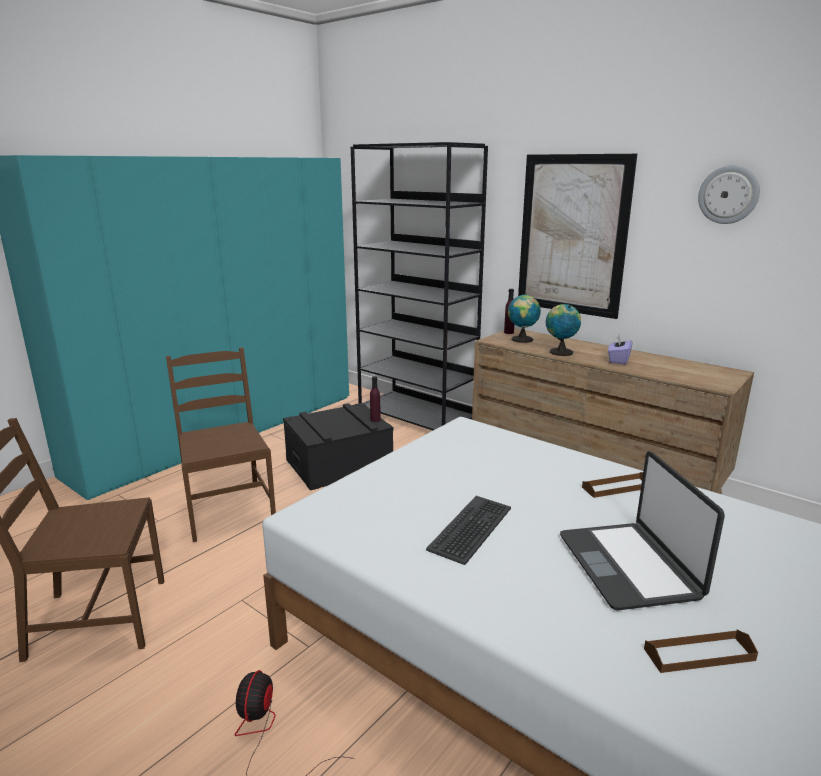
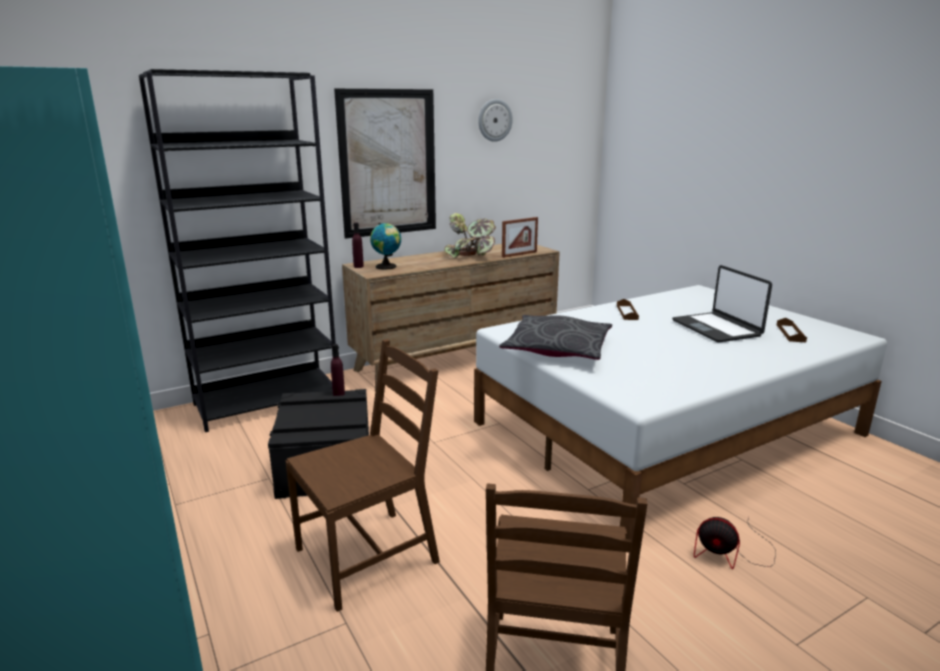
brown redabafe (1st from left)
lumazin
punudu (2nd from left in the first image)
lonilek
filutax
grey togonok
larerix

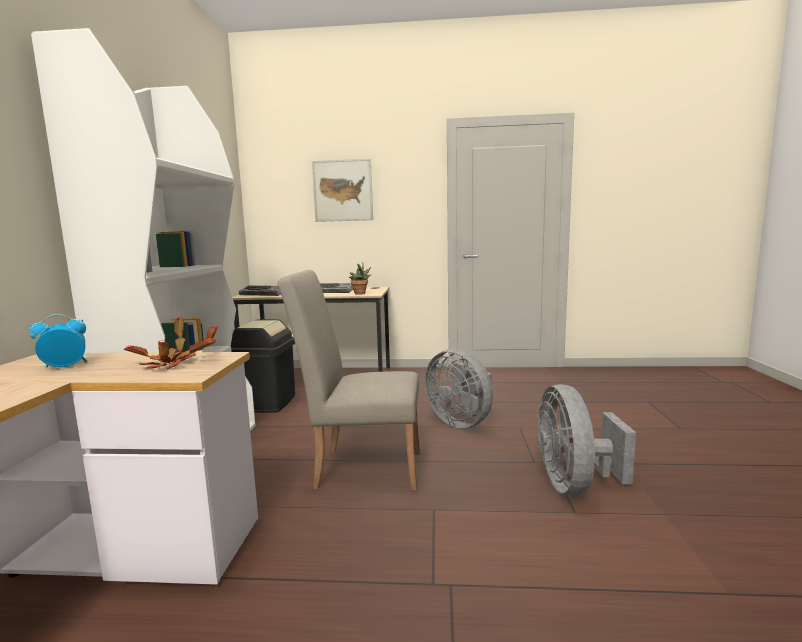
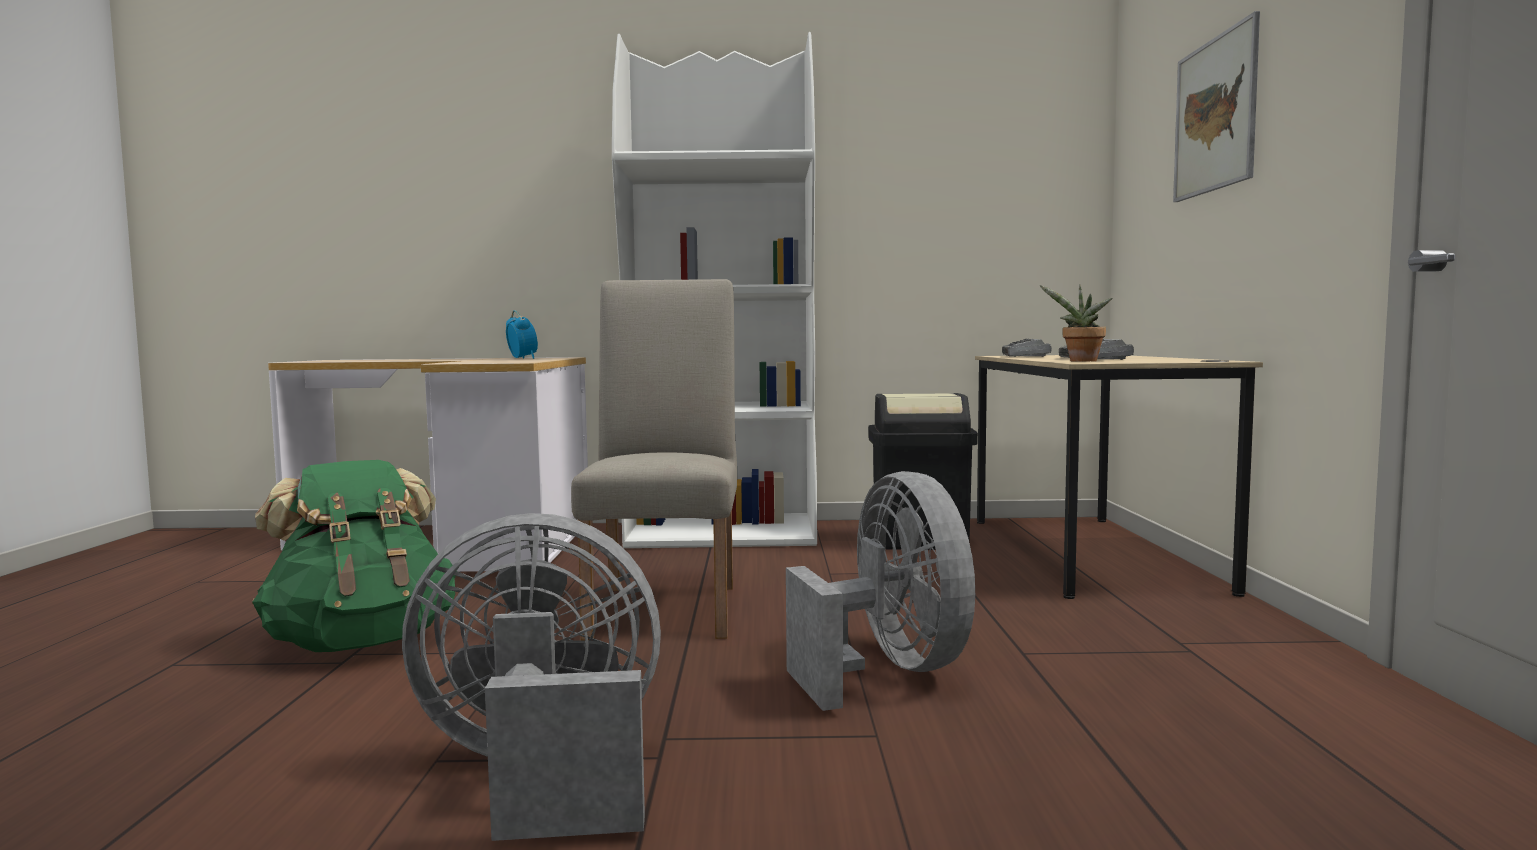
filutax (1st from left in the first image)
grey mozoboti (2nd from left)
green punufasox

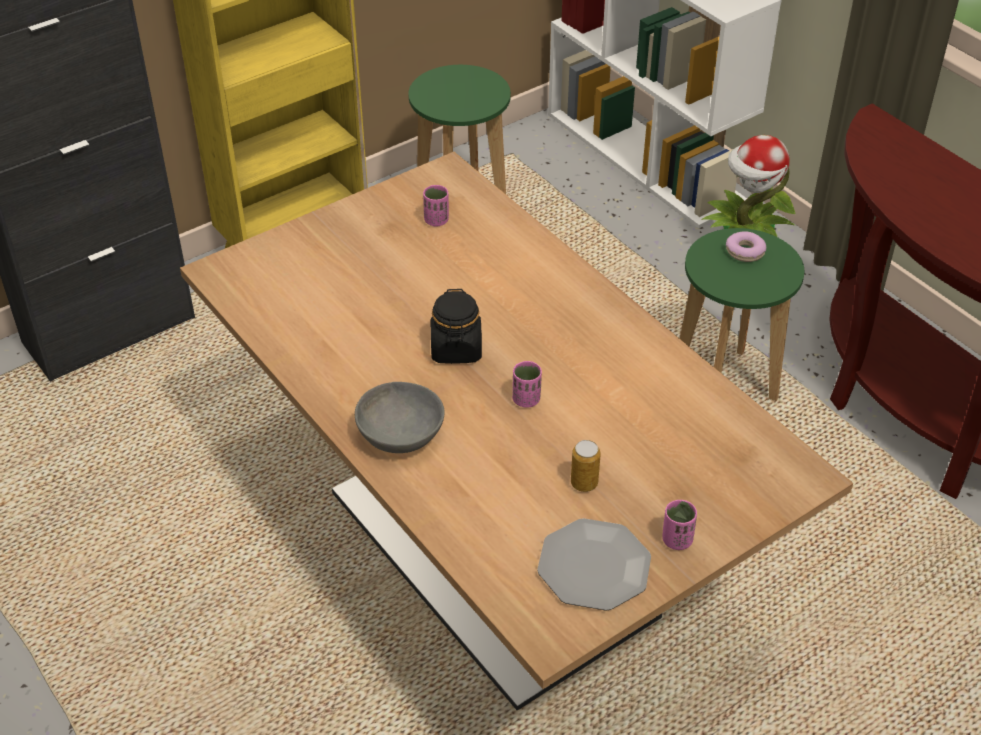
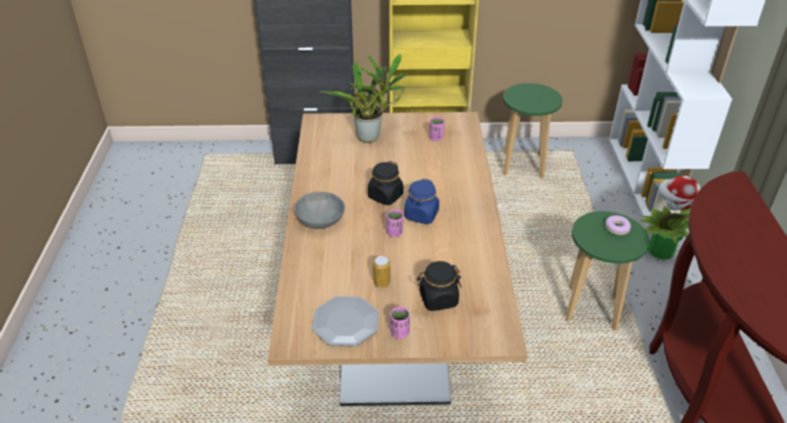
filutax (1st from left)
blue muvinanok
black muvinanok (2nd from left)

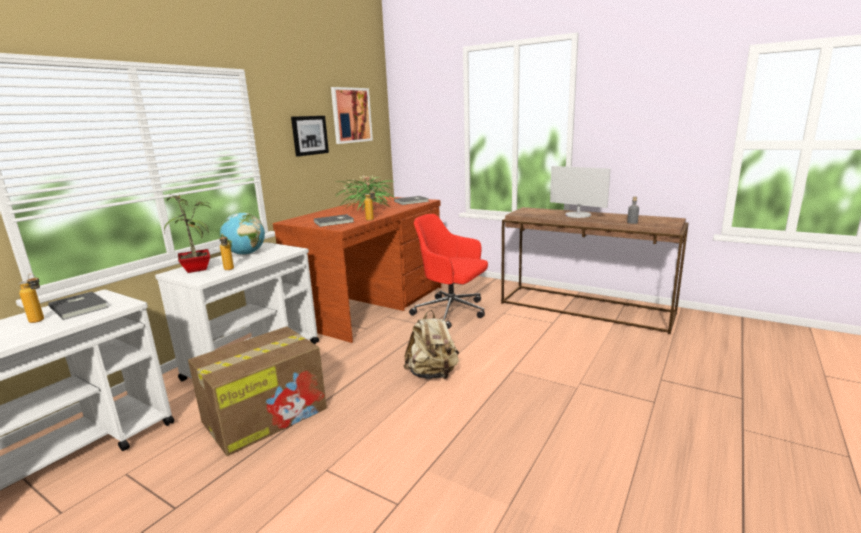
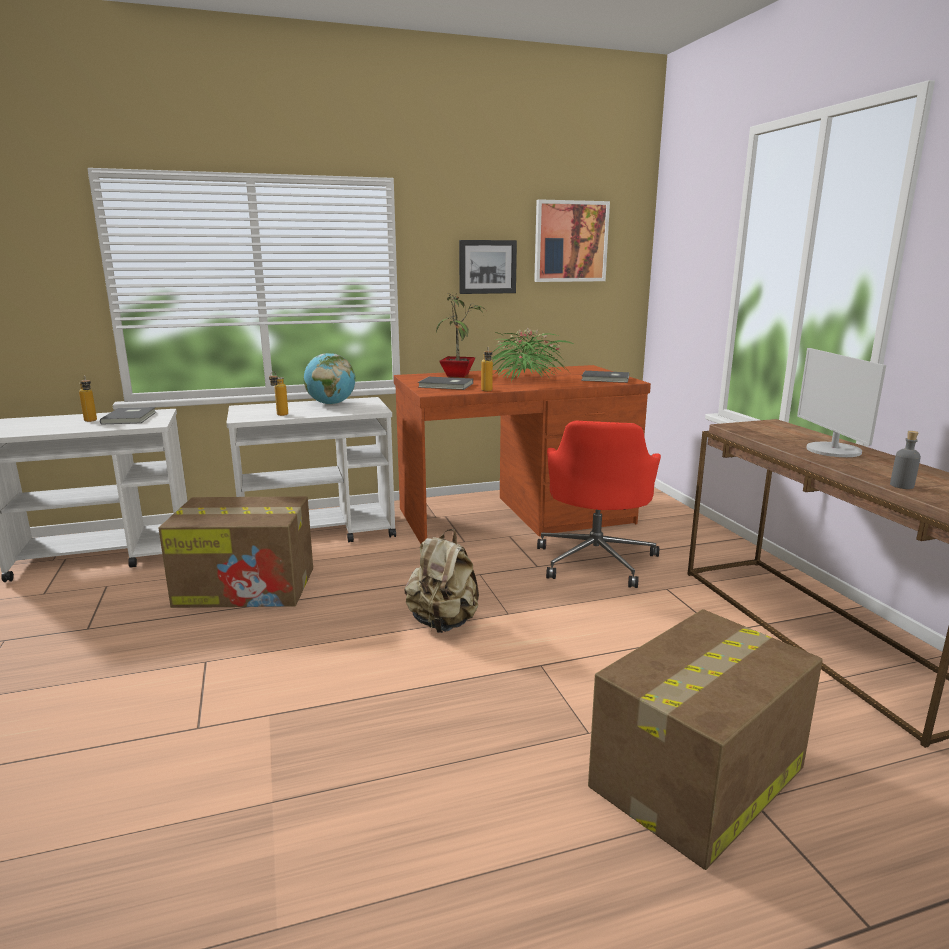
filutax (1st from left)
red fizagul
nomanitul (2nd from left)

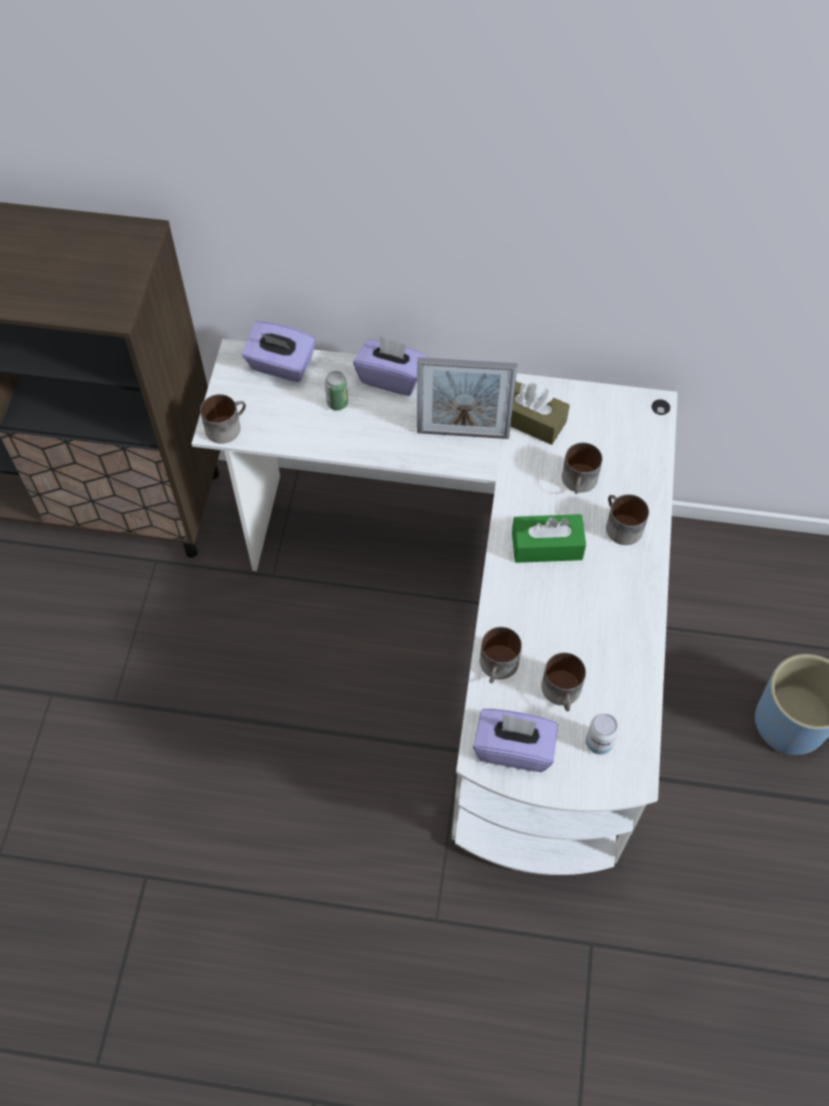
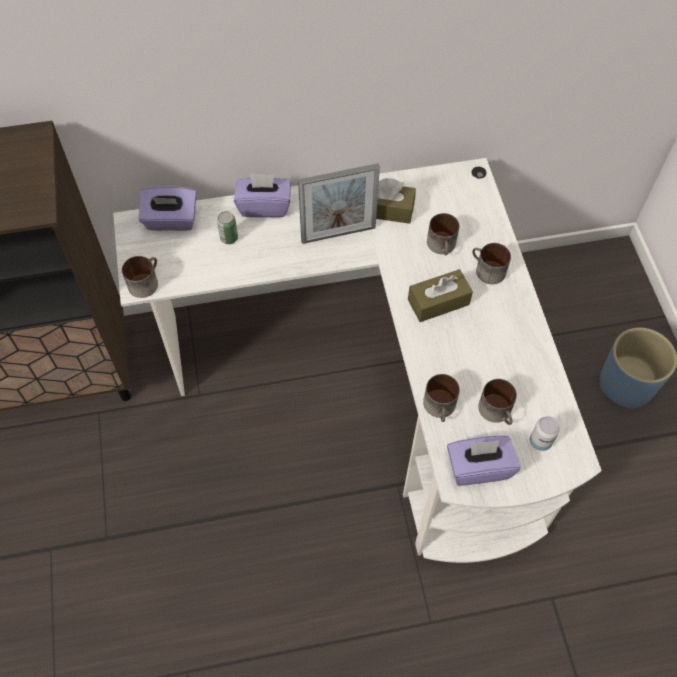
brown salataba (2nd from left)

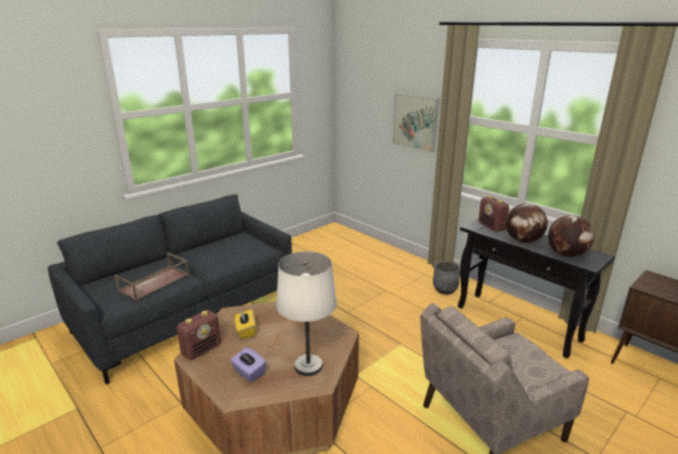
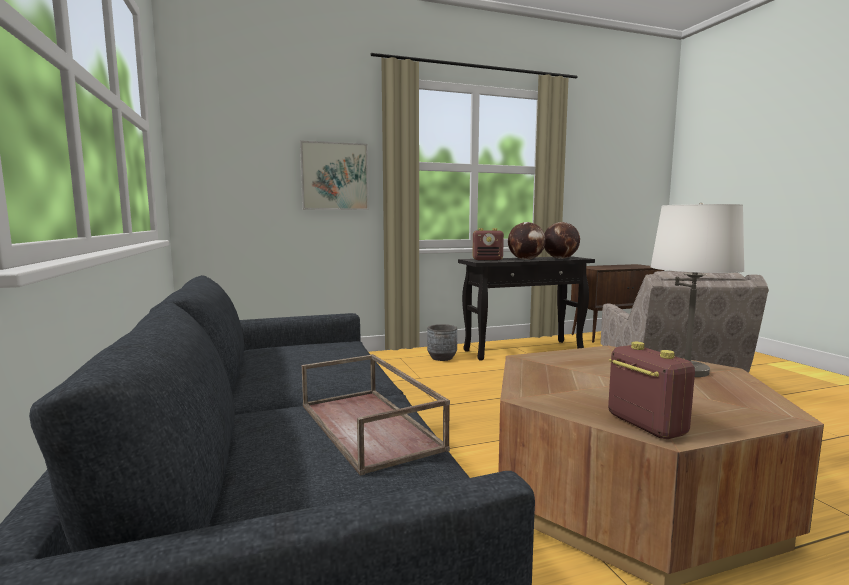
purple salataba
yellow salataba

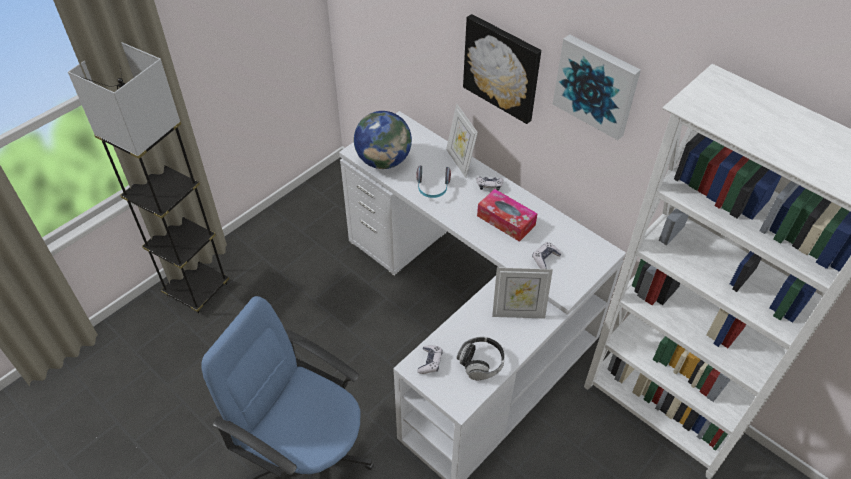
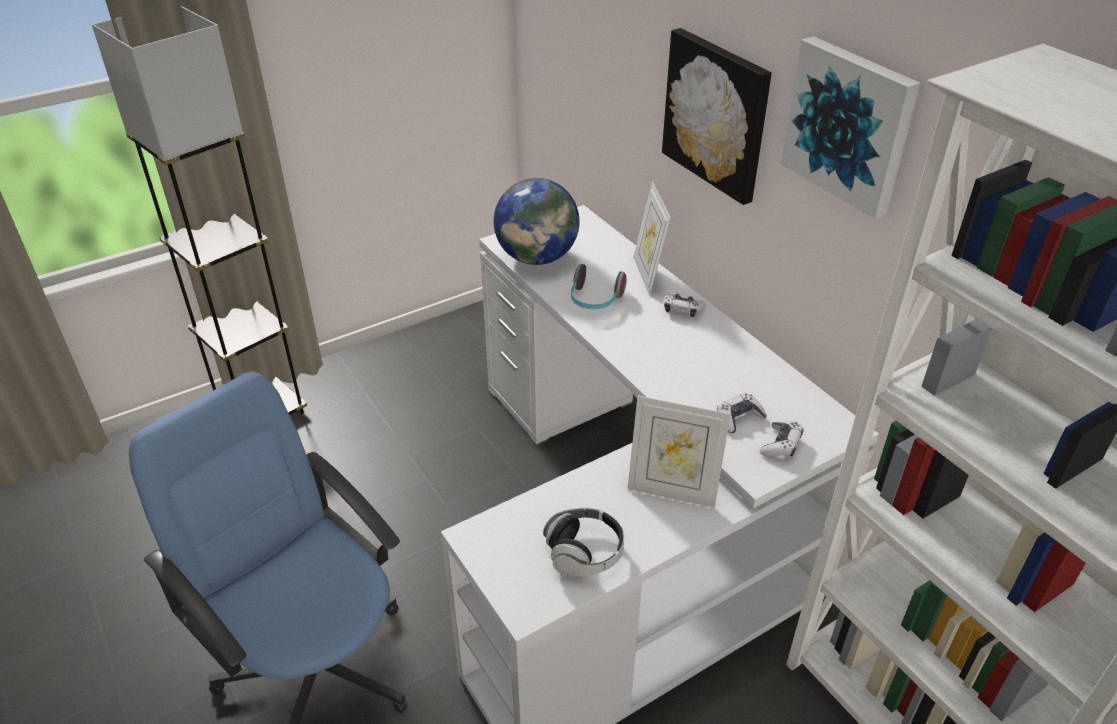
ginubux (3rd from left)
salataba

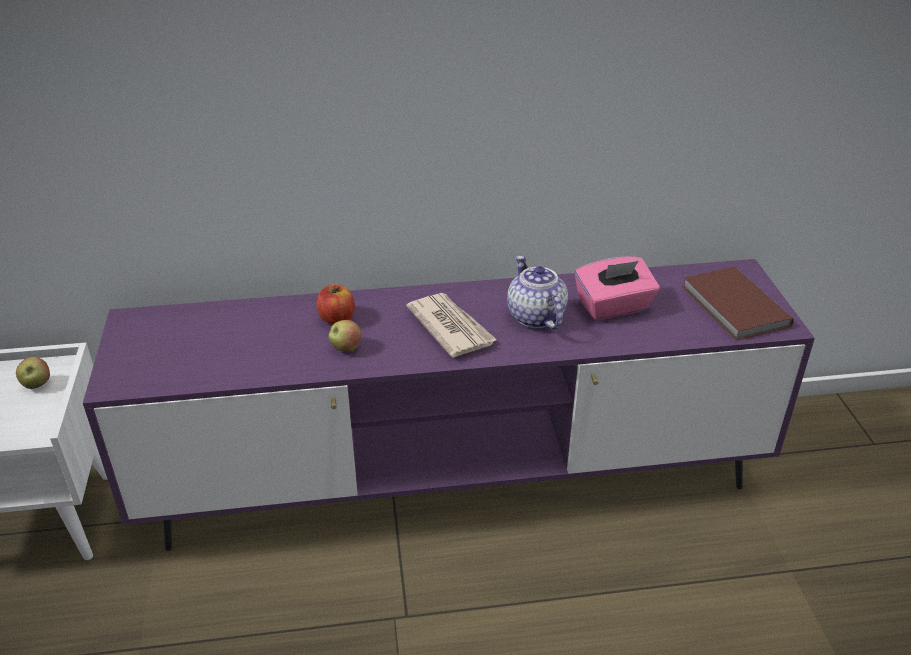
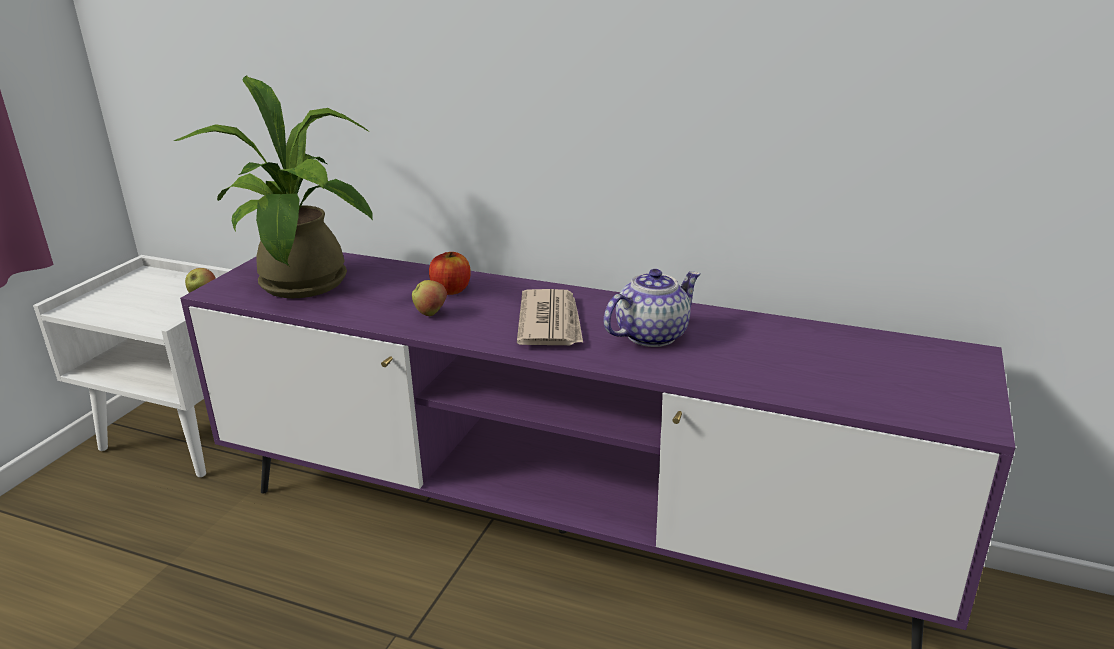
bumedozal
pink salataba
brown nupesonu
filutax

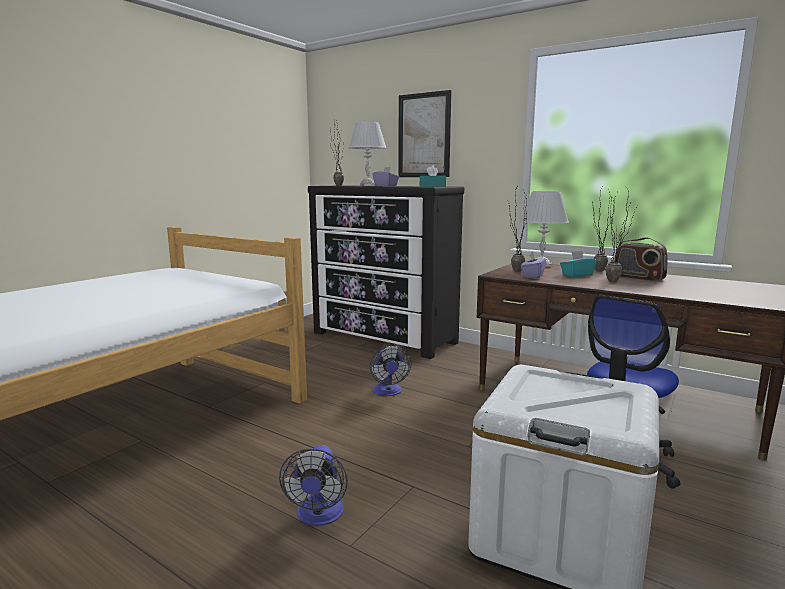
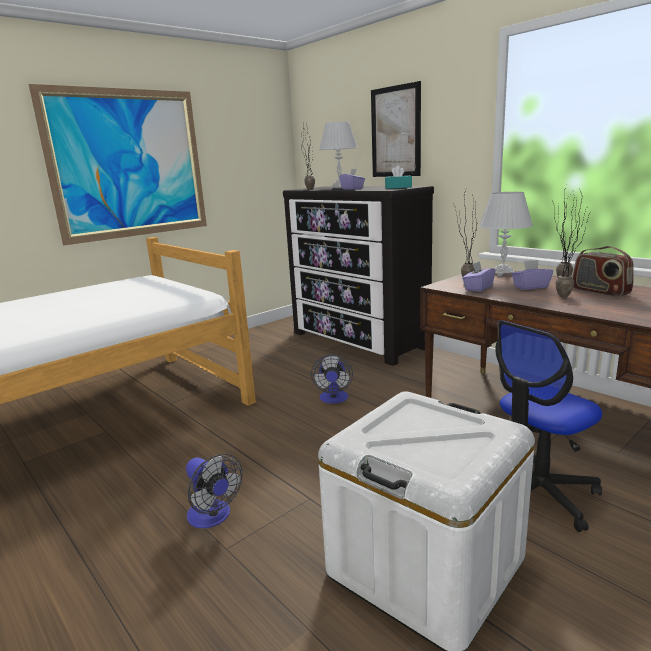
mozoboti (1st from left)
purple salataba (3rd from left)
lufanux (1st from left)

